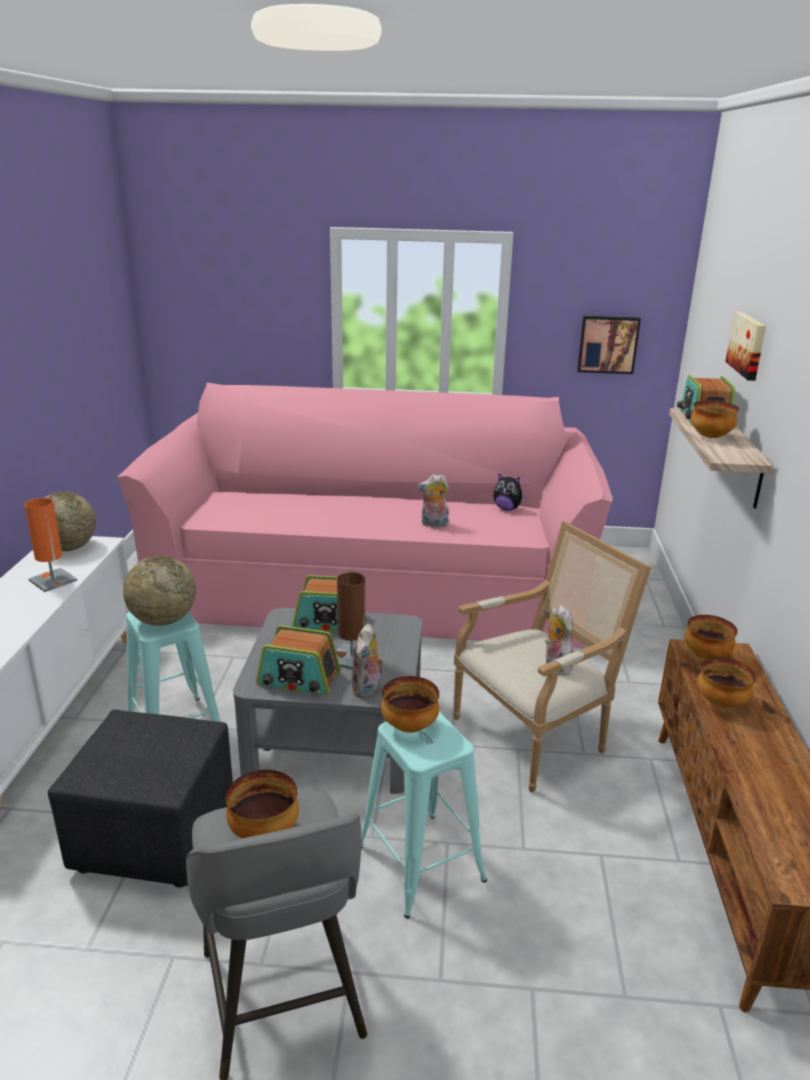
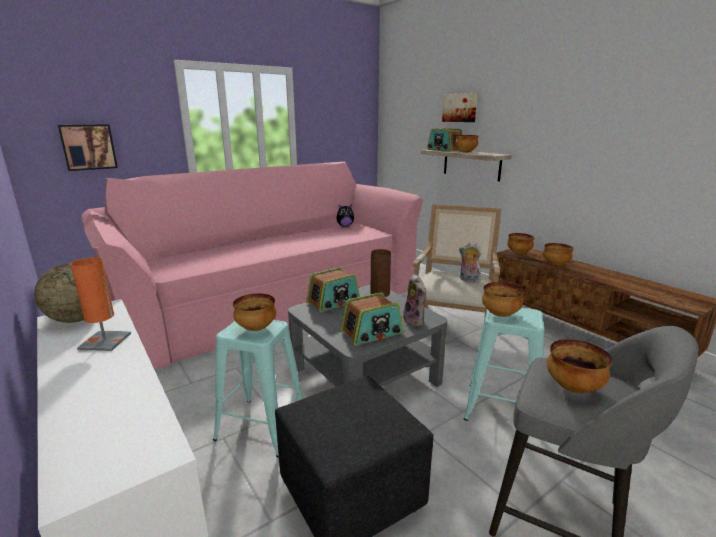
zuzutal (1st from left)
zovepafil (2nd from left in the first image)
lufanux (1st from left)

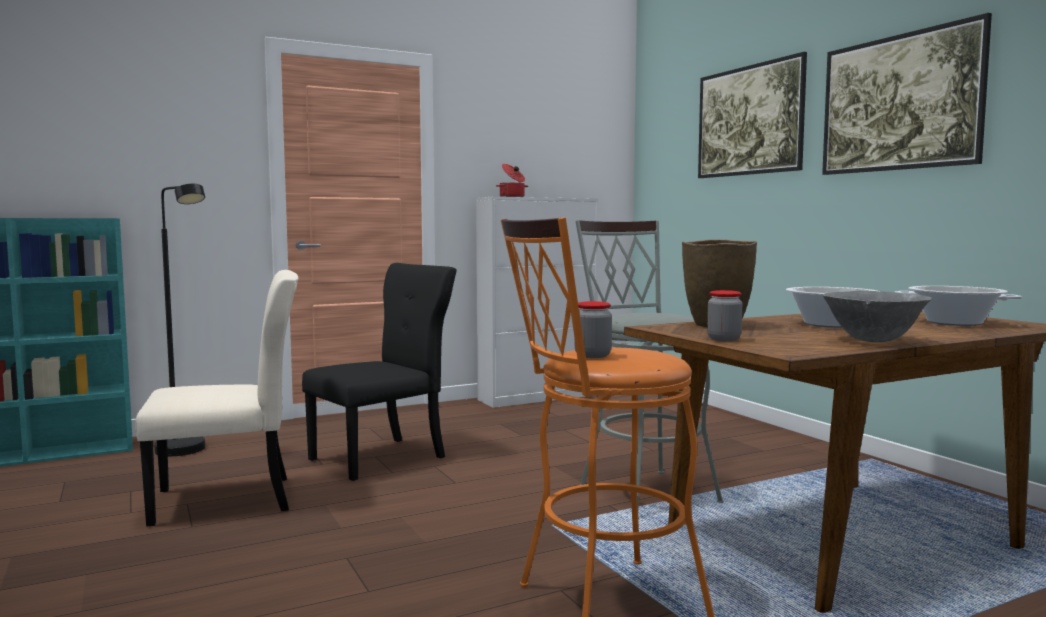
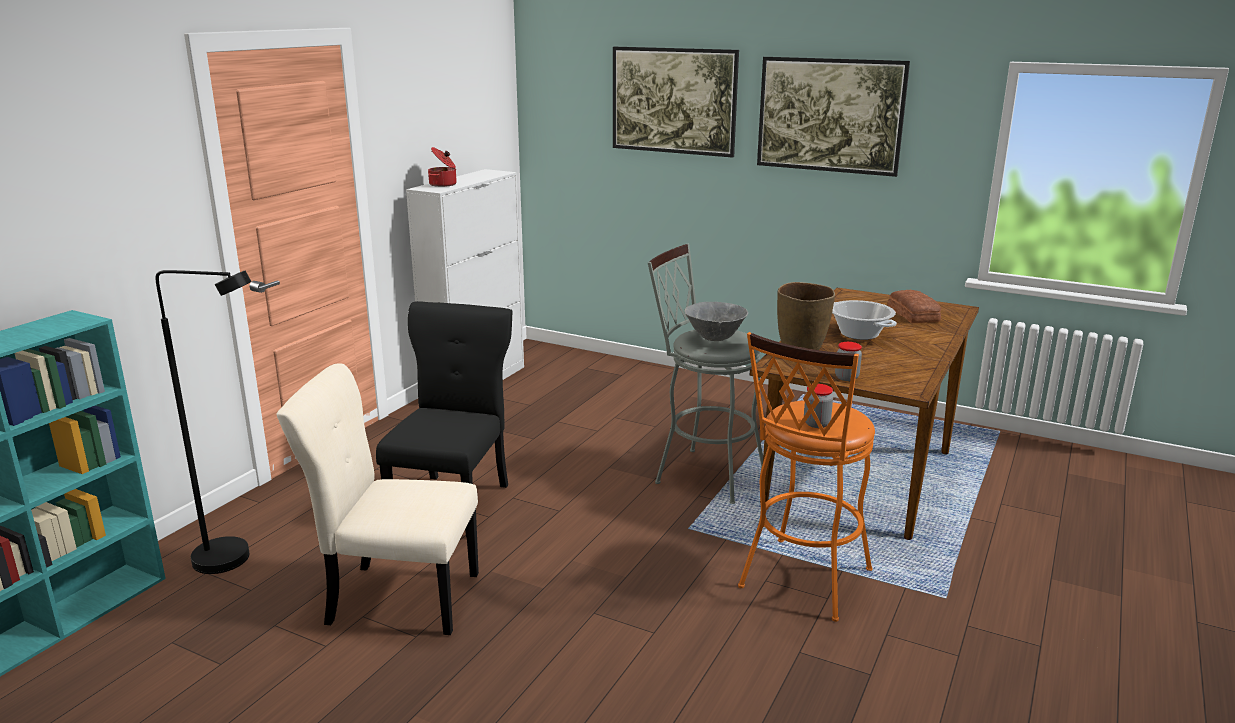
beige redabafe
grey zuzutal
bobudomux

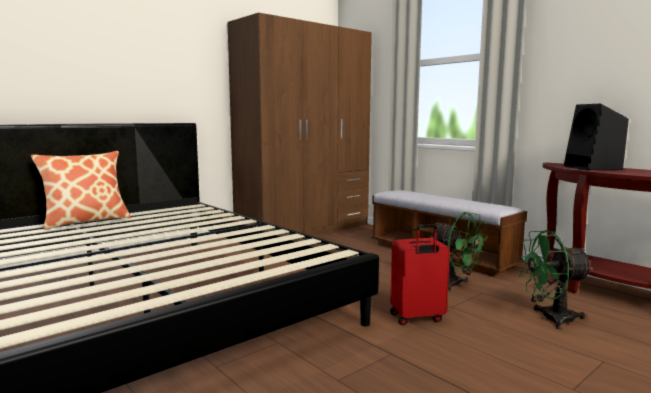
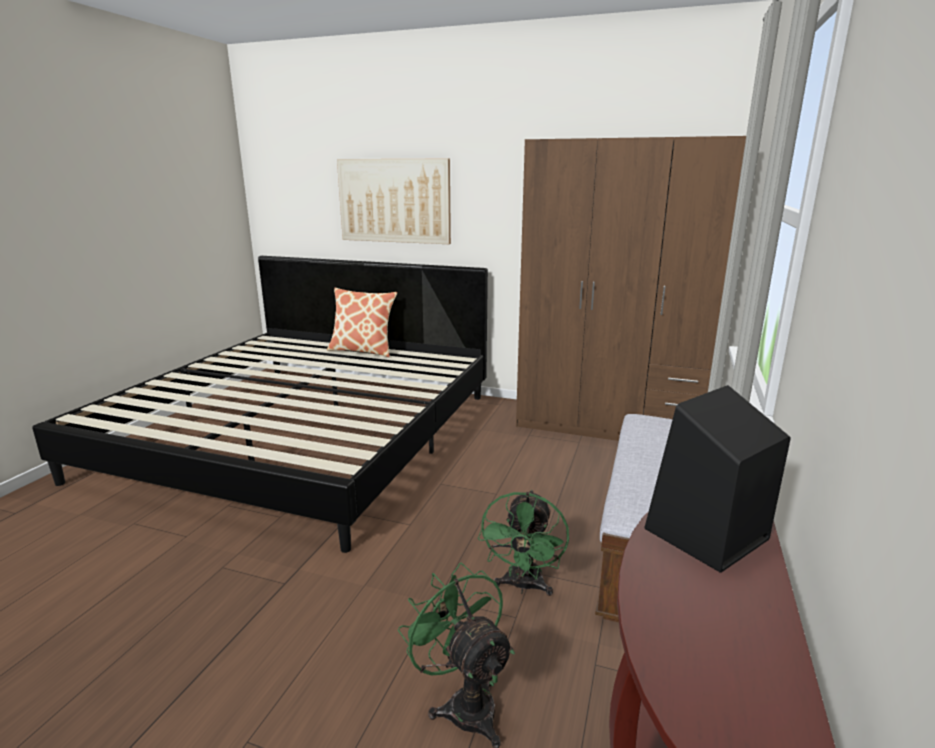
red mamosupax
lufanux

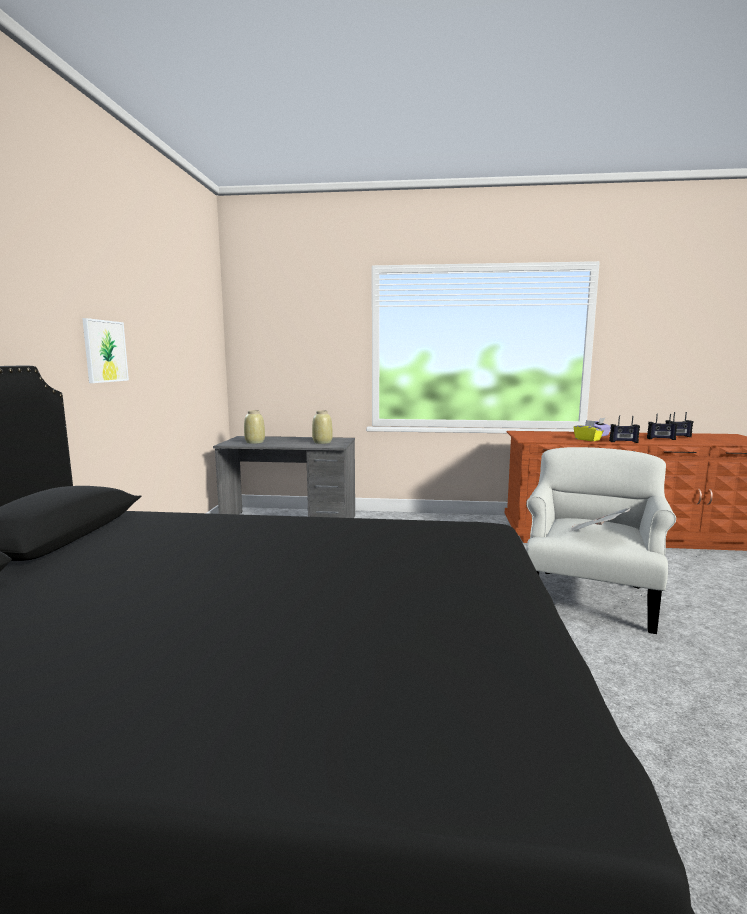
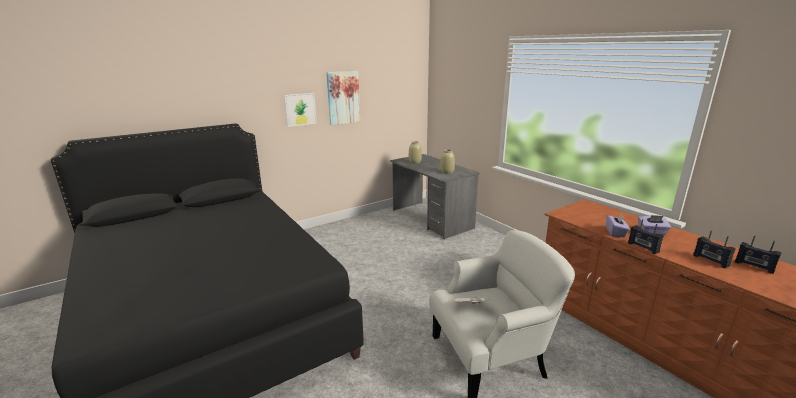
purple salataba (1st from left)
lufanux (2nd from left)

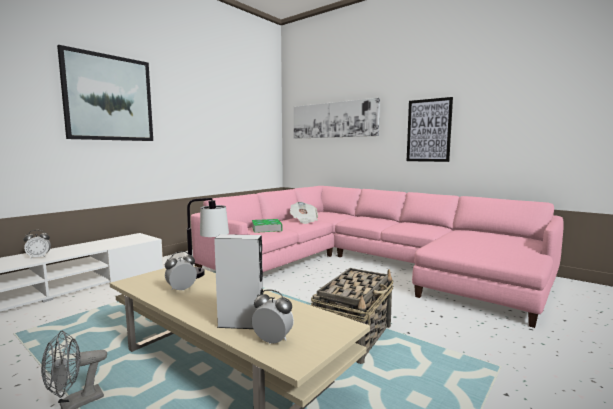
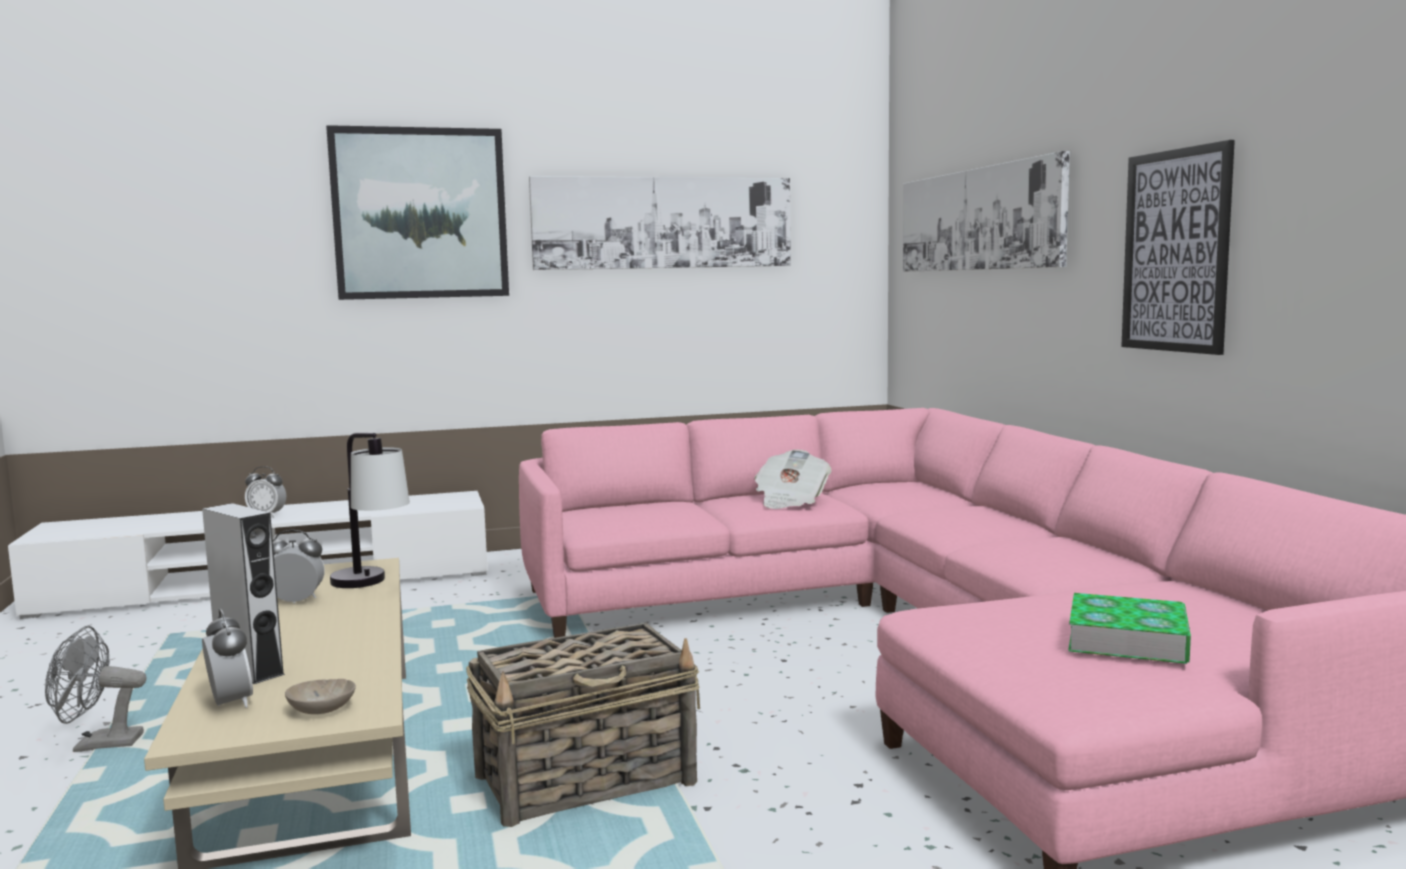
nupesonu
beige zuzutal
lufanux (2nd from left)

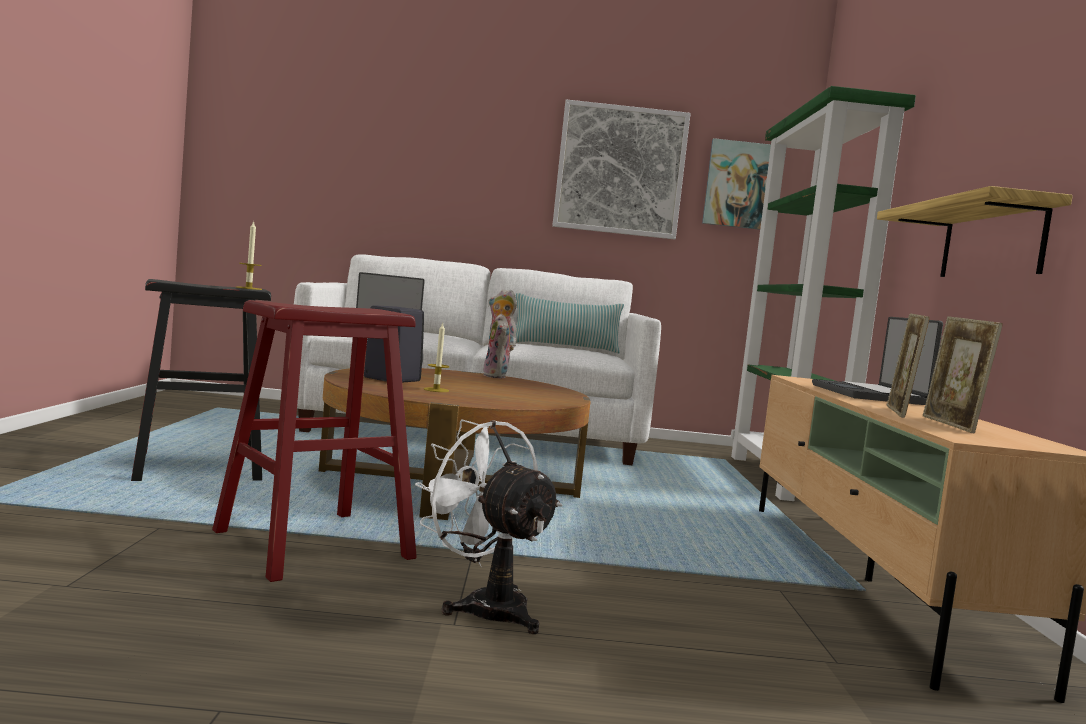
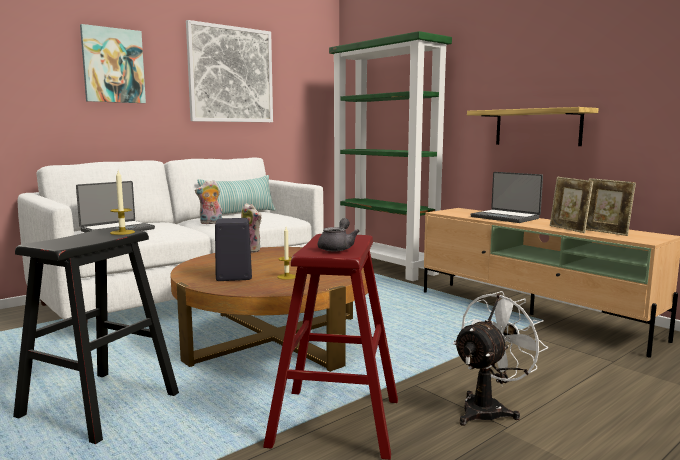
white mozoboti
lufanux (1st from left)
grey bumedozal

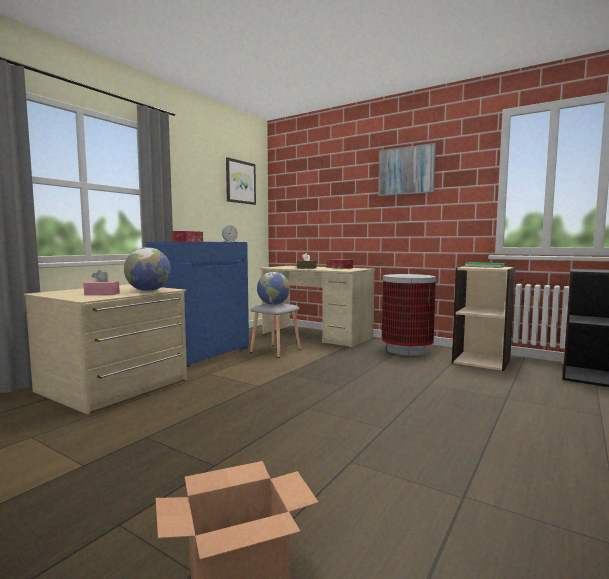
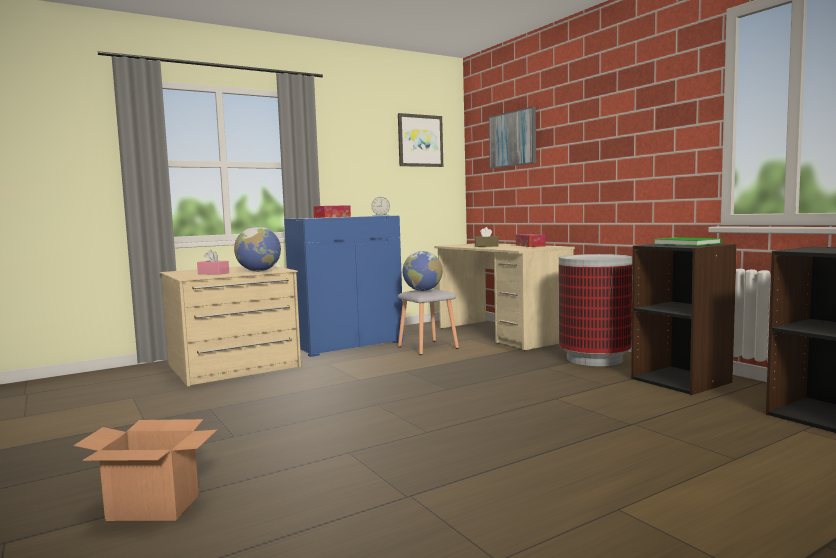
lufanux (2nd from left)
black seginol (1st from left)

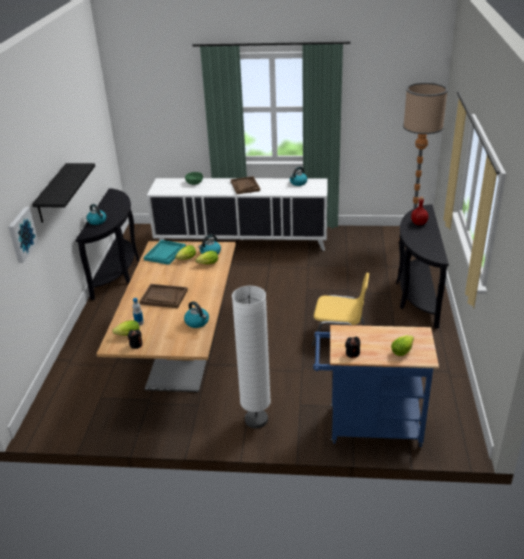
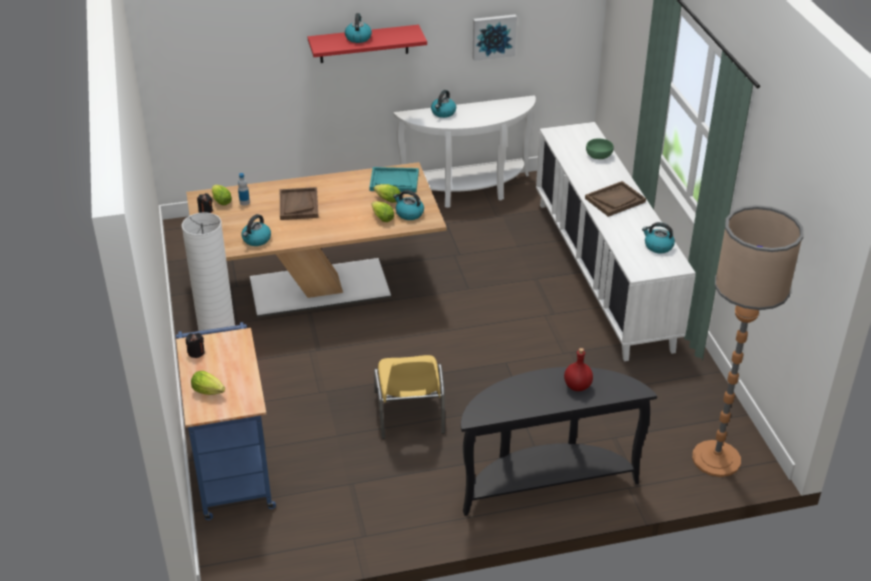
lufanux
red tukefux
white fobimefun
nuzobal (2nd from left)

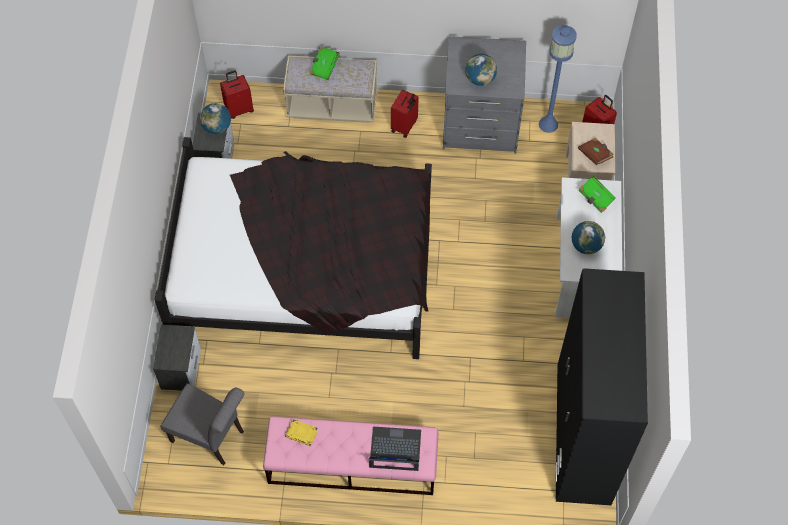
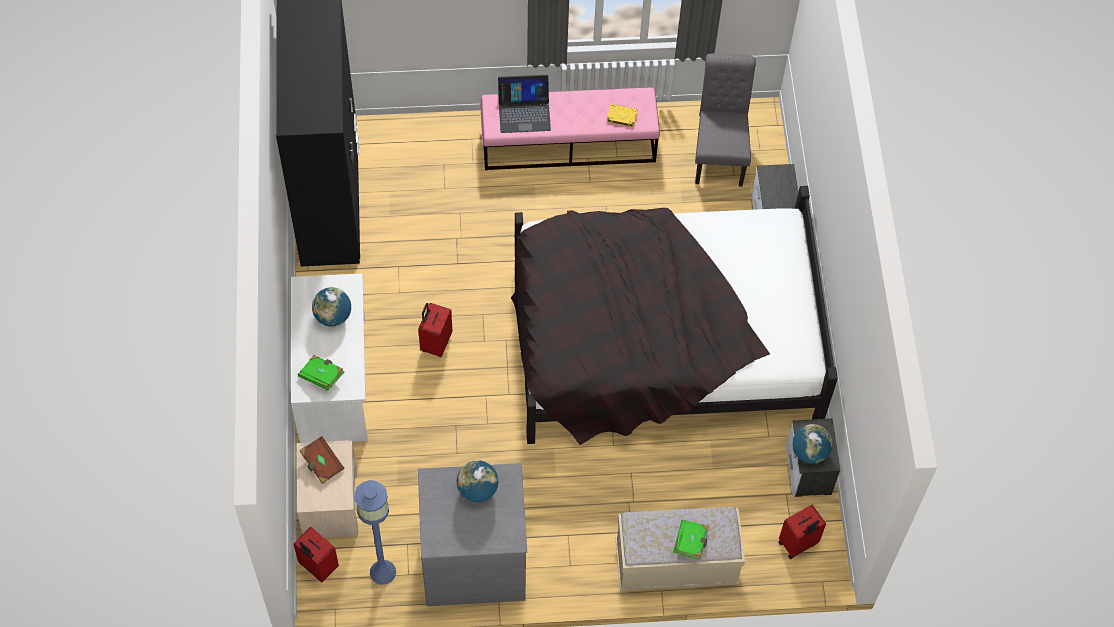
grey redabafe
red mamosupax (2nd from left)

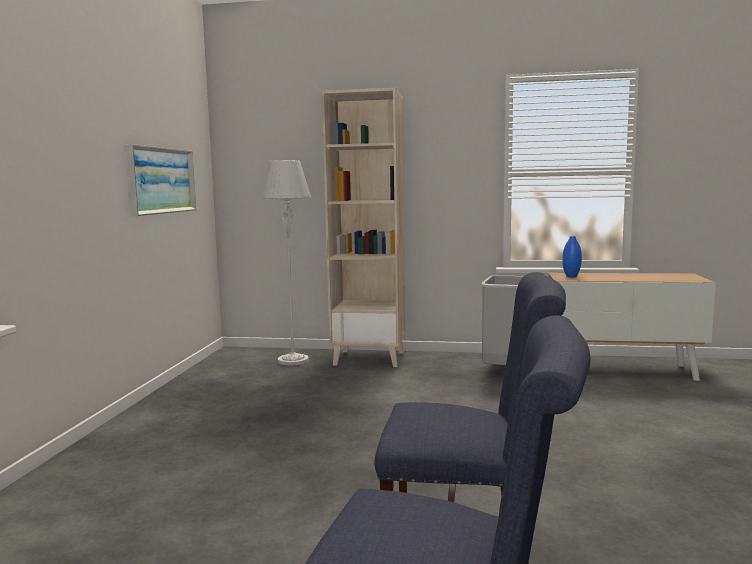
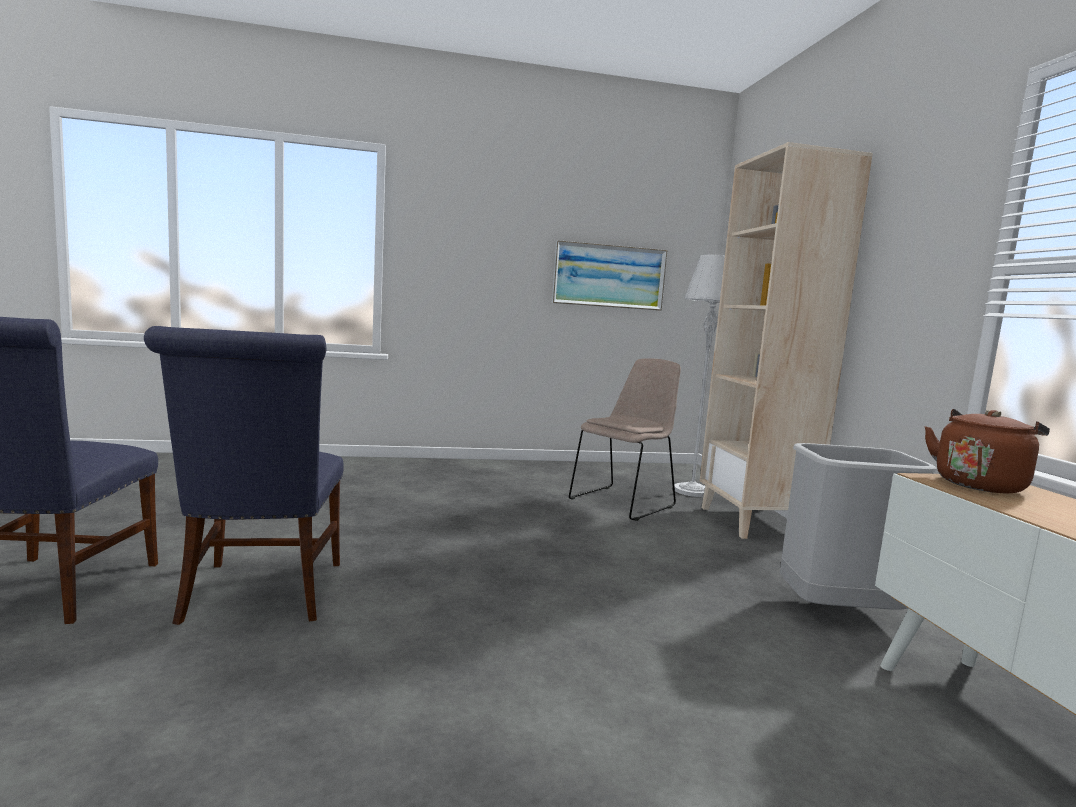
brown nuzobal
beige redabafe

